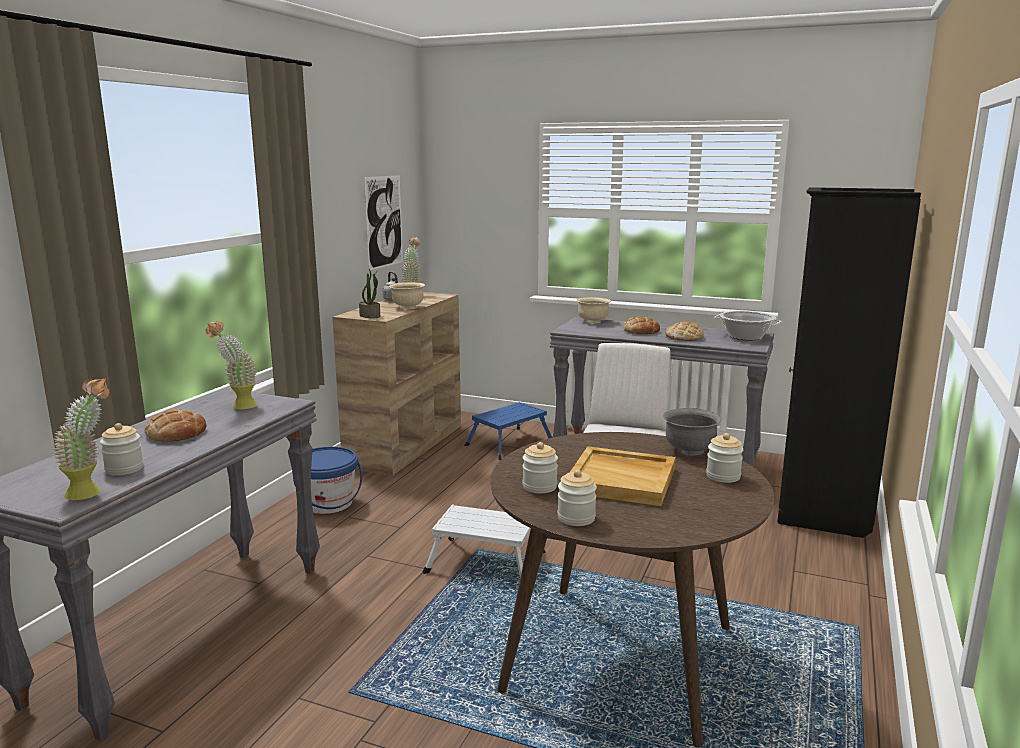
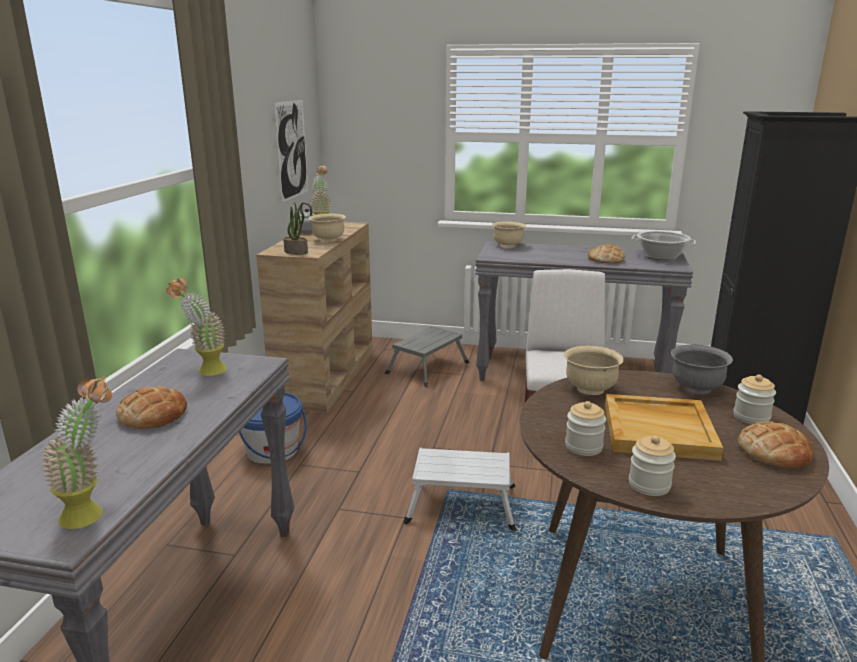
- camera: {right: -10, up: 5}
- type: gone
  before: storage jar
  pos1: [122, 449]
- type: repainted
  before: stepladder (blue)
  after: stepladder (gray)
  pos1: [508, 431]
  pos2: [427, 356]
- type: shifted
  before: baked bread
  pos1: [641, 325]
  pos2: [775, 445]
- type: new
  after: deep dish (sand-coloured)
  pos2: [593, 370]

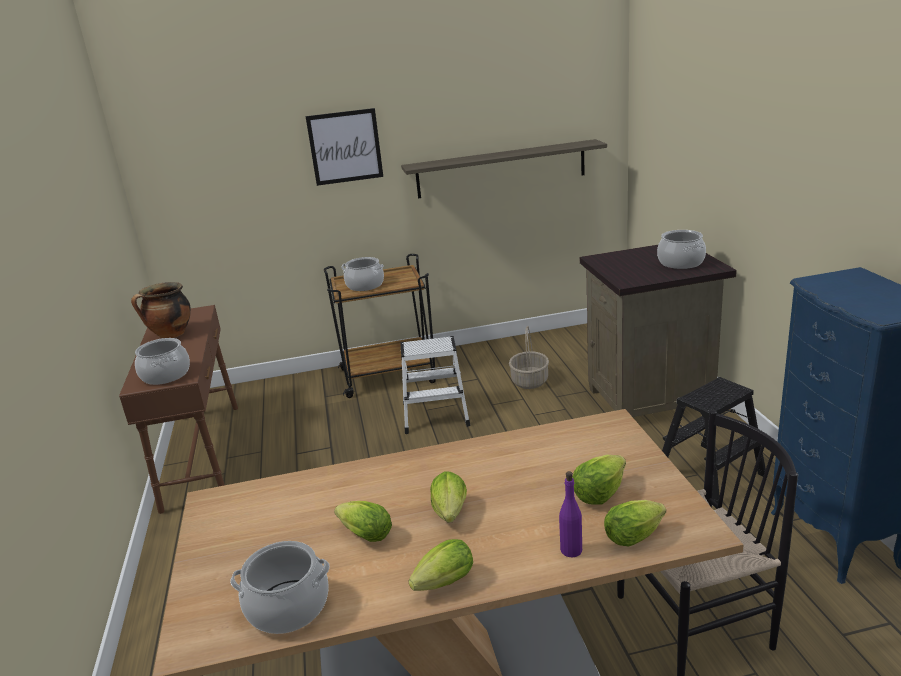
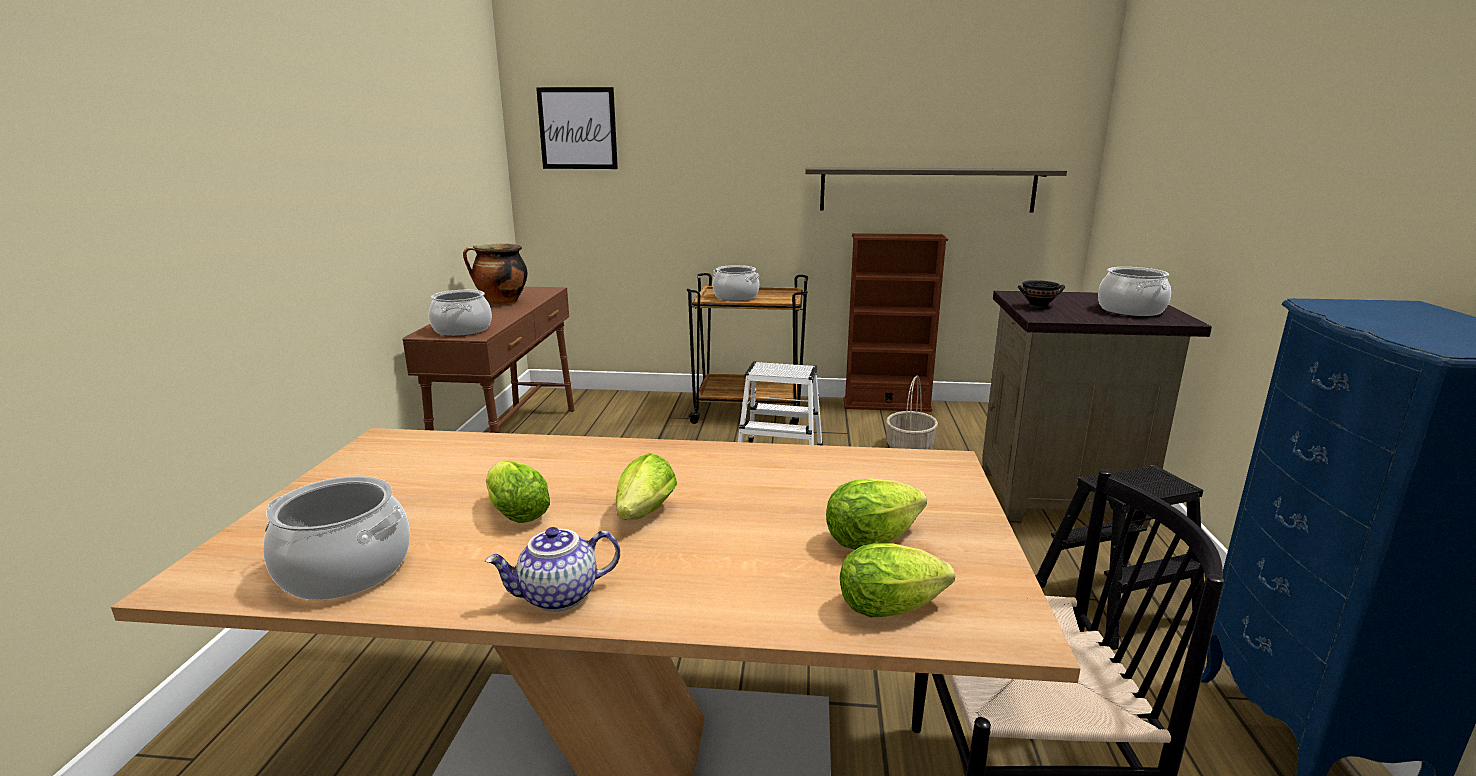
- camera: {right: 15, up: -5}
- type: shifted
  before: wall art
  pos1: [344, 147]
  pos2: [577, 128]
- type: swapped
  before: lettuce head
  after: pot for tea
  pos1: [441, 565]
  pos2: [552, 569]
- type: gone
  before: beverage bottle (purple)
  pos1: [570, 514]
- type: new
  after: bookshelf (brown-coloured)
  pos2: [896, 322]
- type: new
  after: deep dish (black-coloured)
  pos2: [1041, 294]

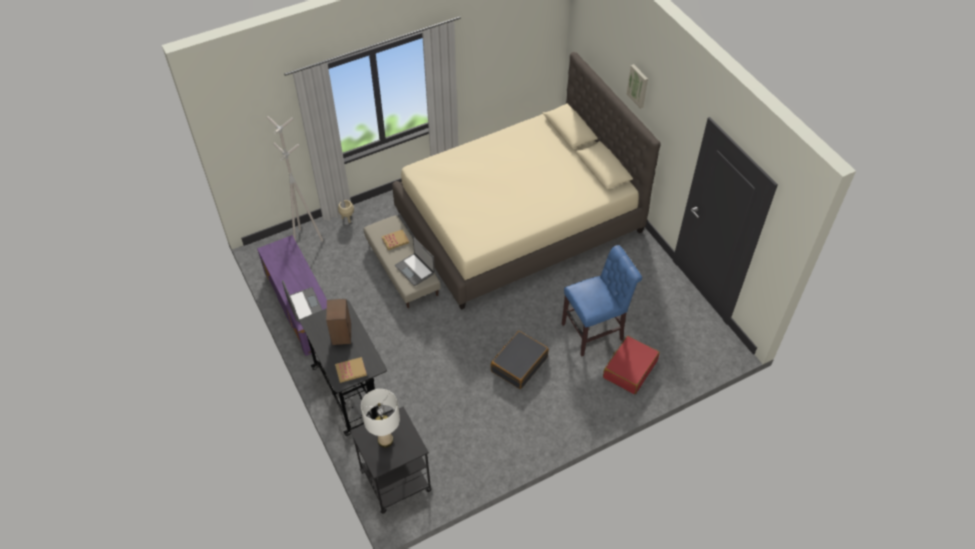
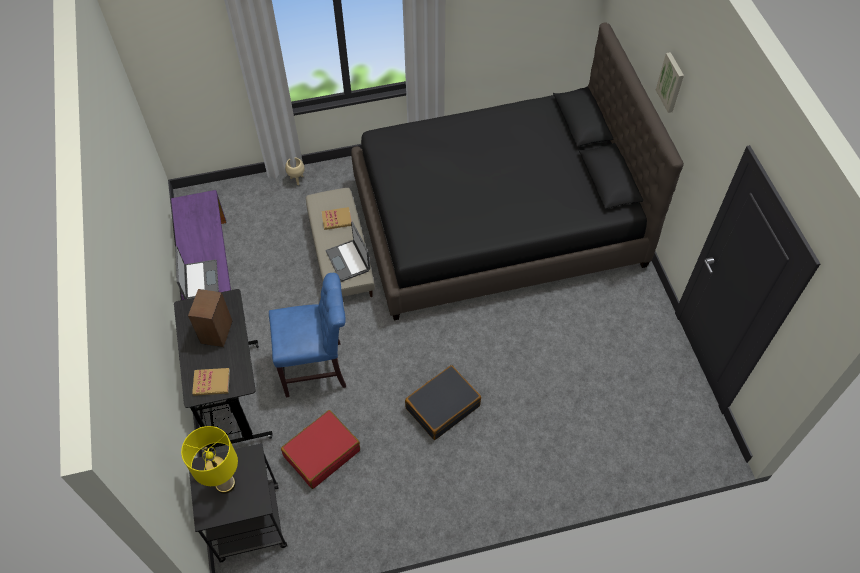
- camera: {right: 15, up: 5}
- type: gone
  before: garment rack (gray)
  pos1: [294, 178]
- type: repainted
  before: table lamp (white-coloured)
  after: table lamp (yellowish)
  pos1: [380, 418]
  pos2: [209, 460]
- type: repainted
  before: bedroom bed (sand-coloured)
  after: bedroom bed (black-coloured)
  pos1: [527, 181]
  pos2: [517, 171]
- type: shifted
  before: chair (blue)
  pos1: [602, 301]
  pos2: [307, 335]
- type: shifted
  before: travel case (red)
  pos1: [631, 365]
  pos2: [320, 449]

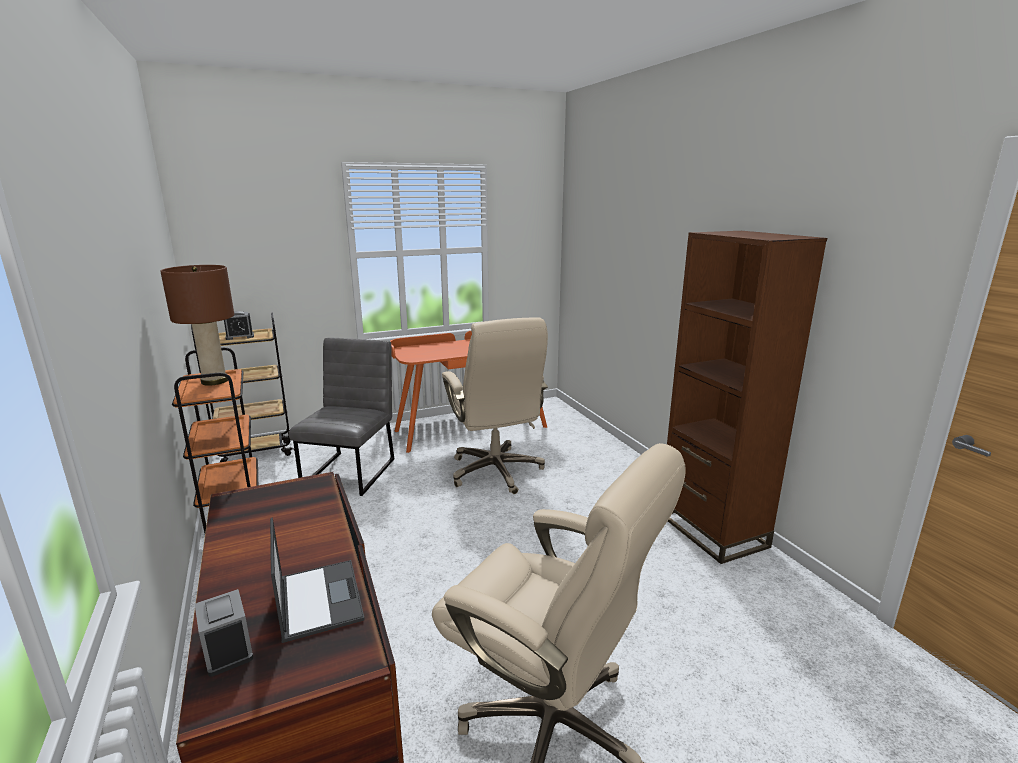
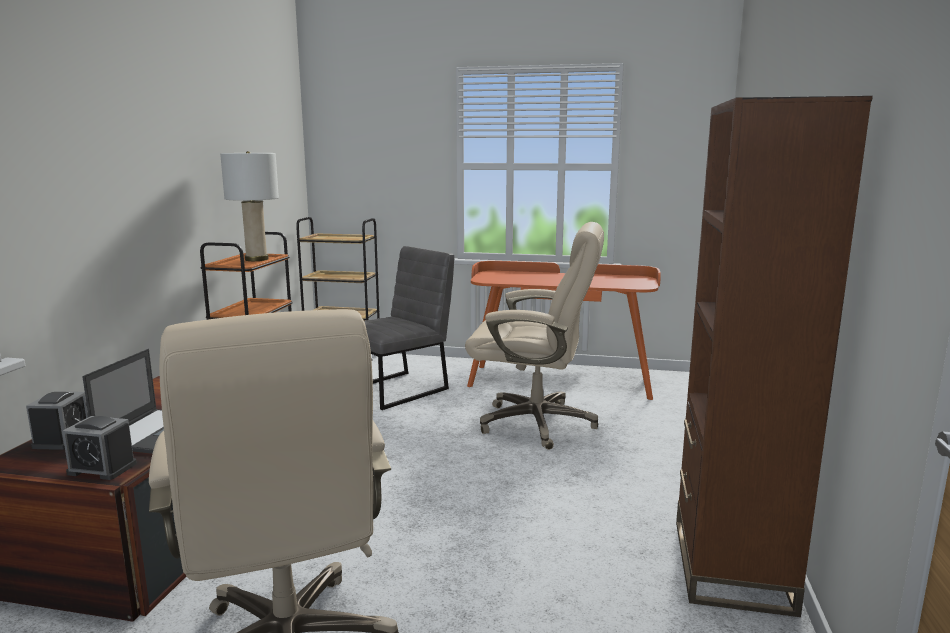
- camera: {right: 35, up: -5}
- type: repainted
  before: table lamp (brown-coloured)
  after: table lamp (white-coloured)
  pos1: [197, 325]
  pos2: [249, 206]
- type: shifted
  before: bedside clock
  pos1: [239, 325]
  pos2: [99, 448]
- type: rotated
  before: desk chair (sand-coloured)
  pos1: [495, 405]
  pos2: [534, 336]
  turn: -90

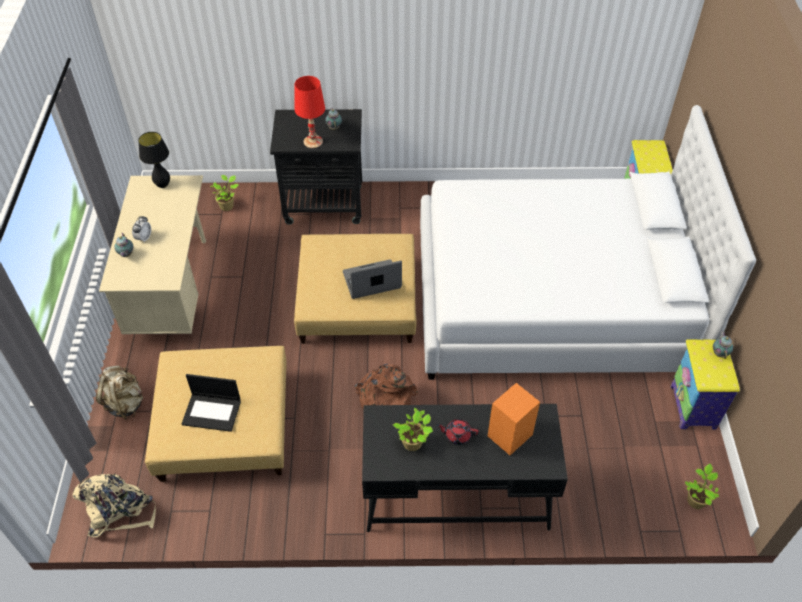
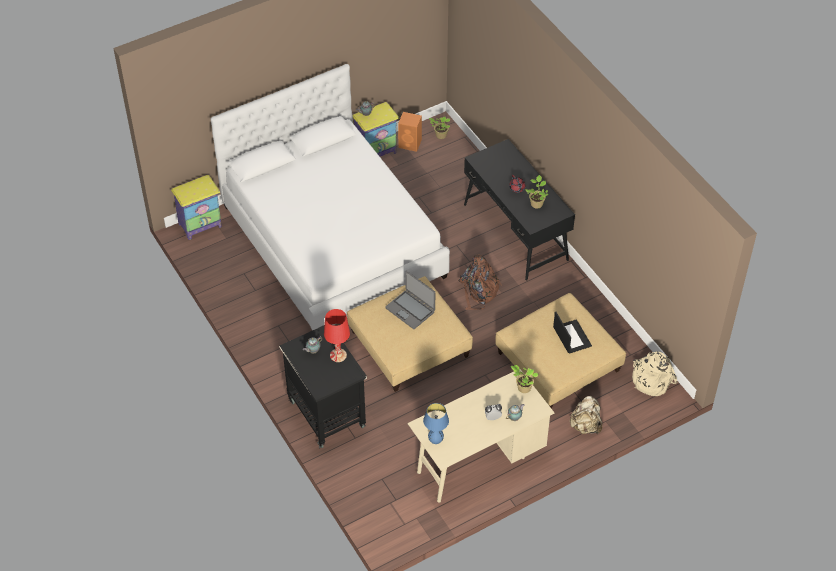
- camera: {right: -120, up: 0}
- type: repainted
  before: table lamp (black-coloured)
  after: table lamp (blue)
  pos1: [154, 160]
  pos2: [436, 423]
- type: shifted
  before: potted plant
  pos1: [224, 193]
  pos2: [524, 379]
- type: shifted
  before: speaker (orange)
  pos1: [514, 419]
  pos2: [410, 132]

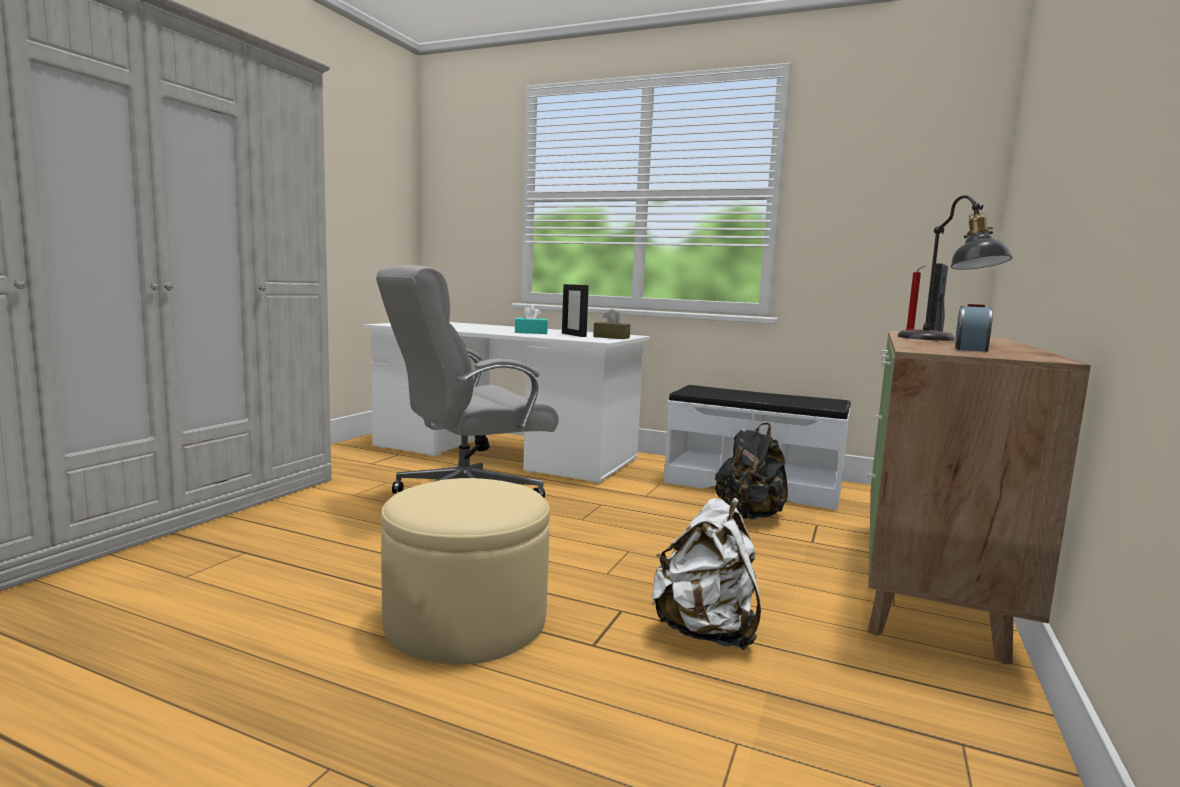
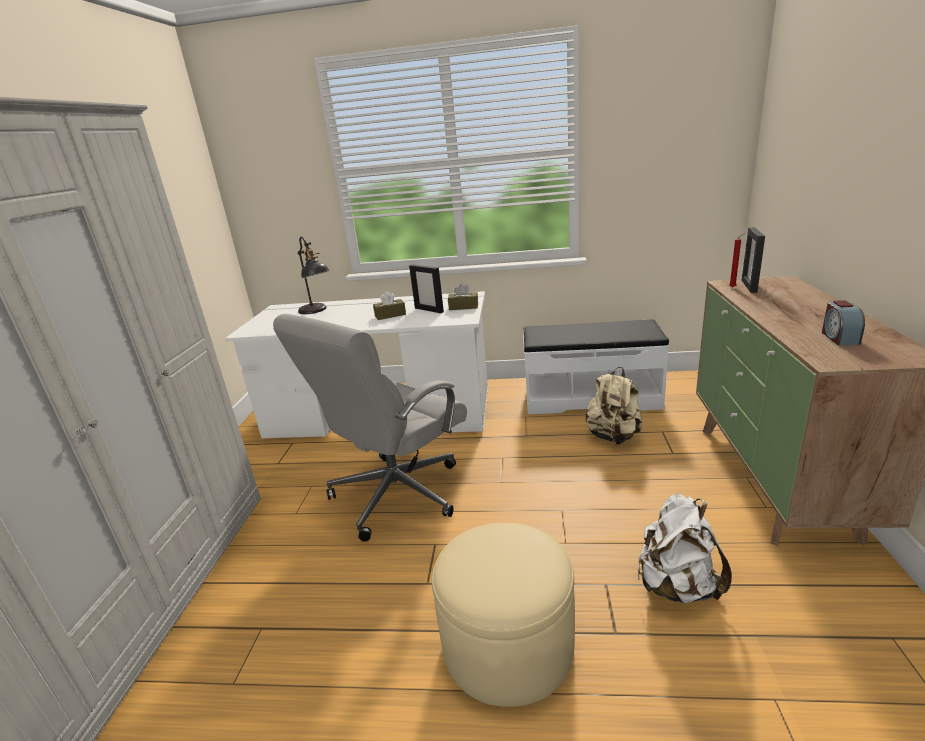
- camera: {right: -15, up: 15}
- type: repainted
  before: tissue holder (turquoise)
  after: tissue holder (brown-coloured)
  pos1: [531, 319]
  pos2: [389, 305]
- type: repainted
  before: rucksack (black-coloured)
  after: rucksack (sand-coloured)
  pos1: [751, 471]
  pos2: [614, 406]
- type: shifted
  before: table lamp (gray)
  pos1: [955, 268]
  pos2: [313, 275]

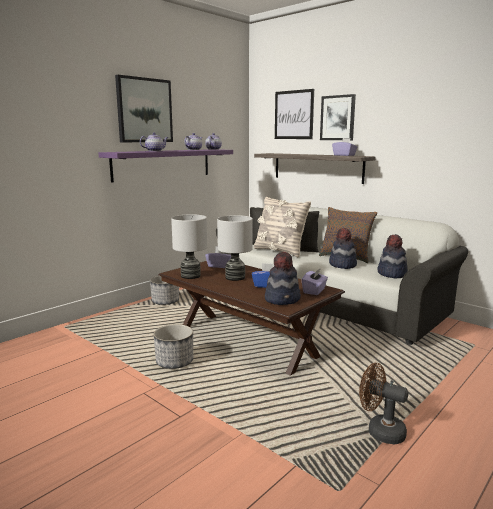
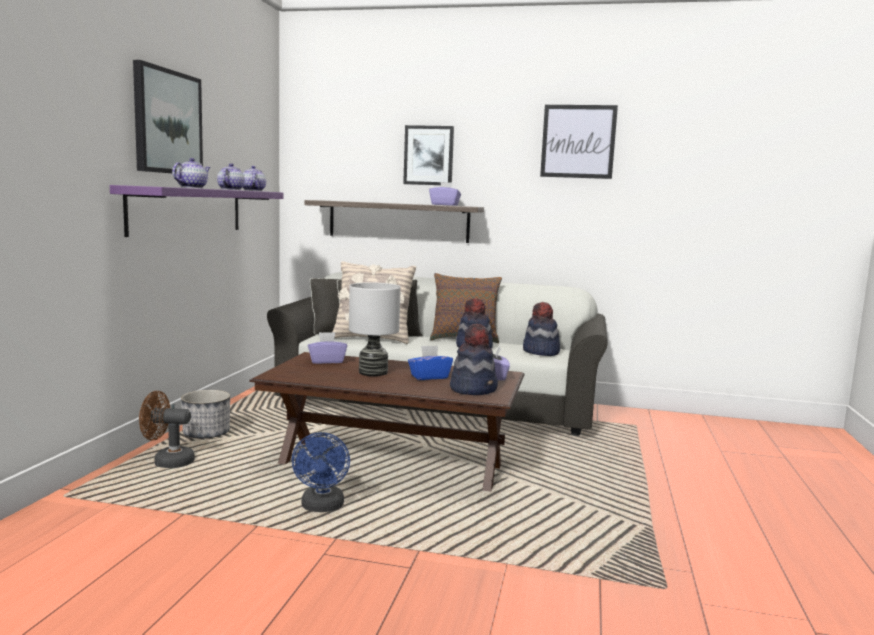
- camera: {right: -30, up: -5}
- type: swapped
  before: planter
  after: electric fan (blue)
  pos1: [173, 346]
  pos2: [321, 472]
- type: gone
  before: table lamp (gray)
  pos1: [189, 246]
- type: shifted
  before: wall art
  pos1: [294, 114]
  pos2: [579, 142]
- type: shifted
  before: electric fan (brown-coloured)
  pos1: [383, 403]
  pos2: [167, 429]

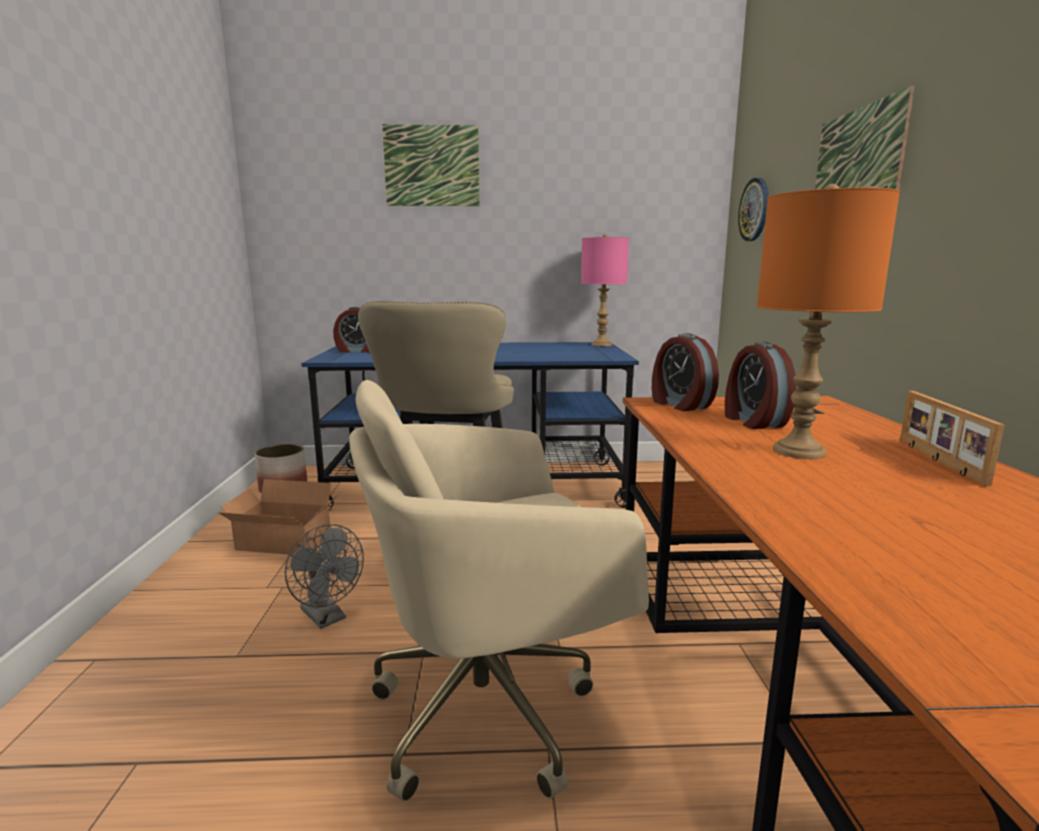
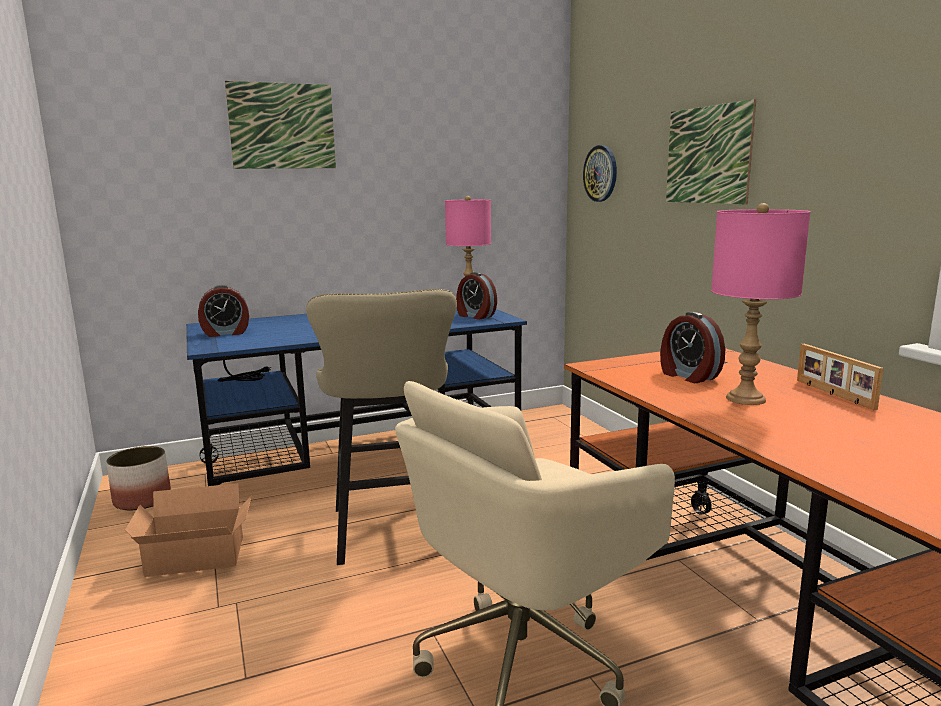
- camera: {right: -20, up: 0}
- type: gone
  before: electric fan (gray)
  pos1: [324, 576]
- type: shifted
  before: bedside clock
  pos1: [685, 372]
  pos2: [476, 295]
- type: repainted
  before: table lamp (orange)
  after: table lamp (pink-coloured)
  pos1: [828, 321]
  pos2: [761, 304]

